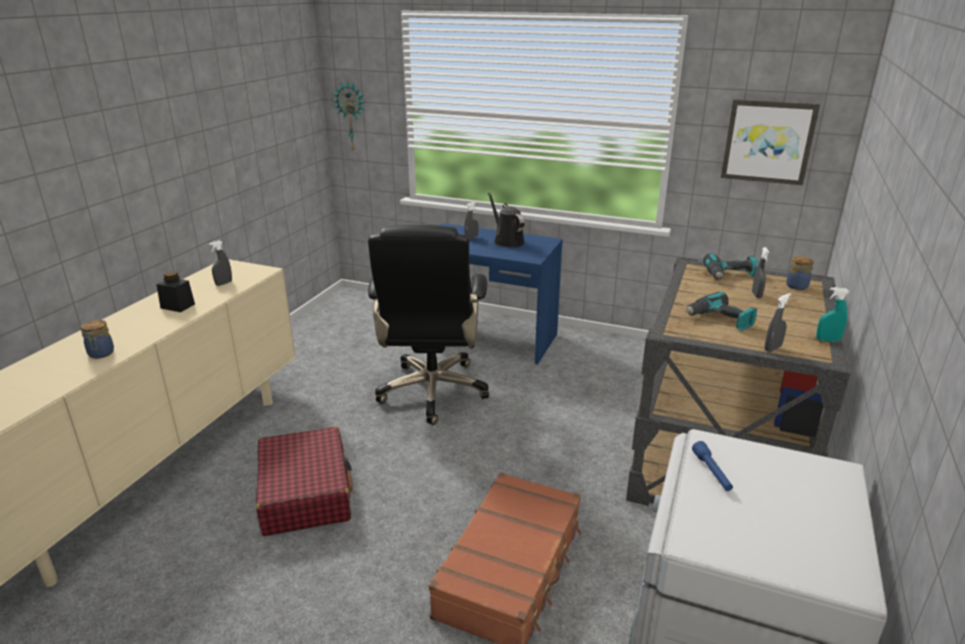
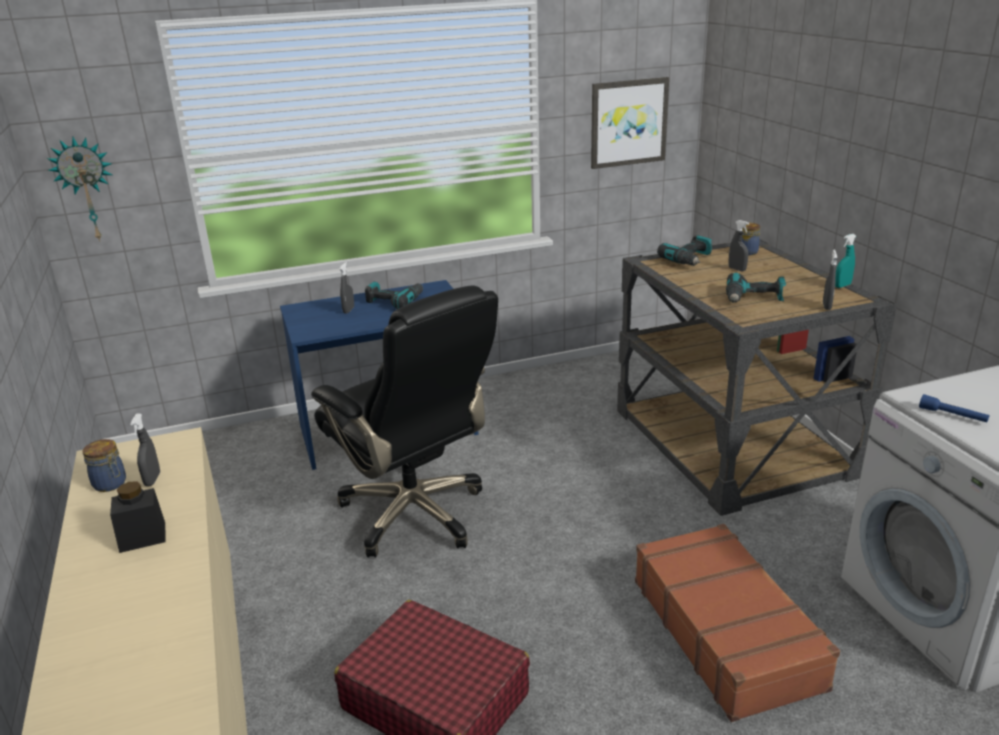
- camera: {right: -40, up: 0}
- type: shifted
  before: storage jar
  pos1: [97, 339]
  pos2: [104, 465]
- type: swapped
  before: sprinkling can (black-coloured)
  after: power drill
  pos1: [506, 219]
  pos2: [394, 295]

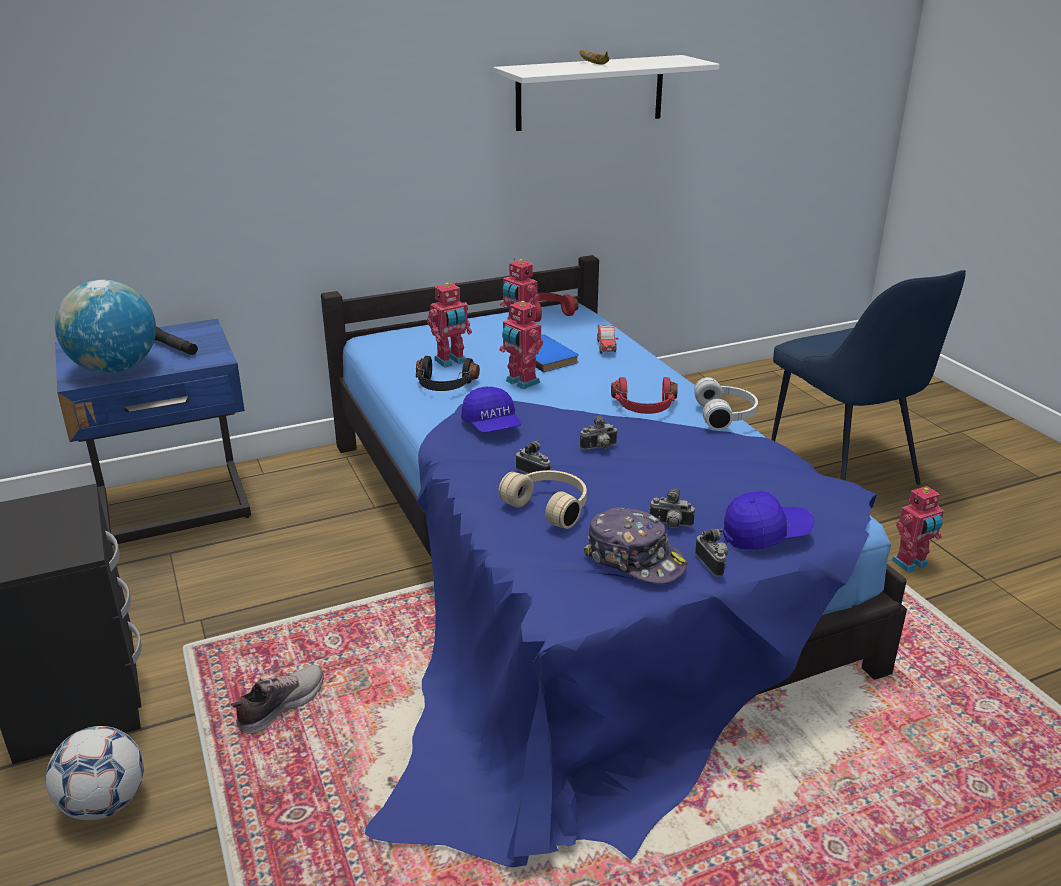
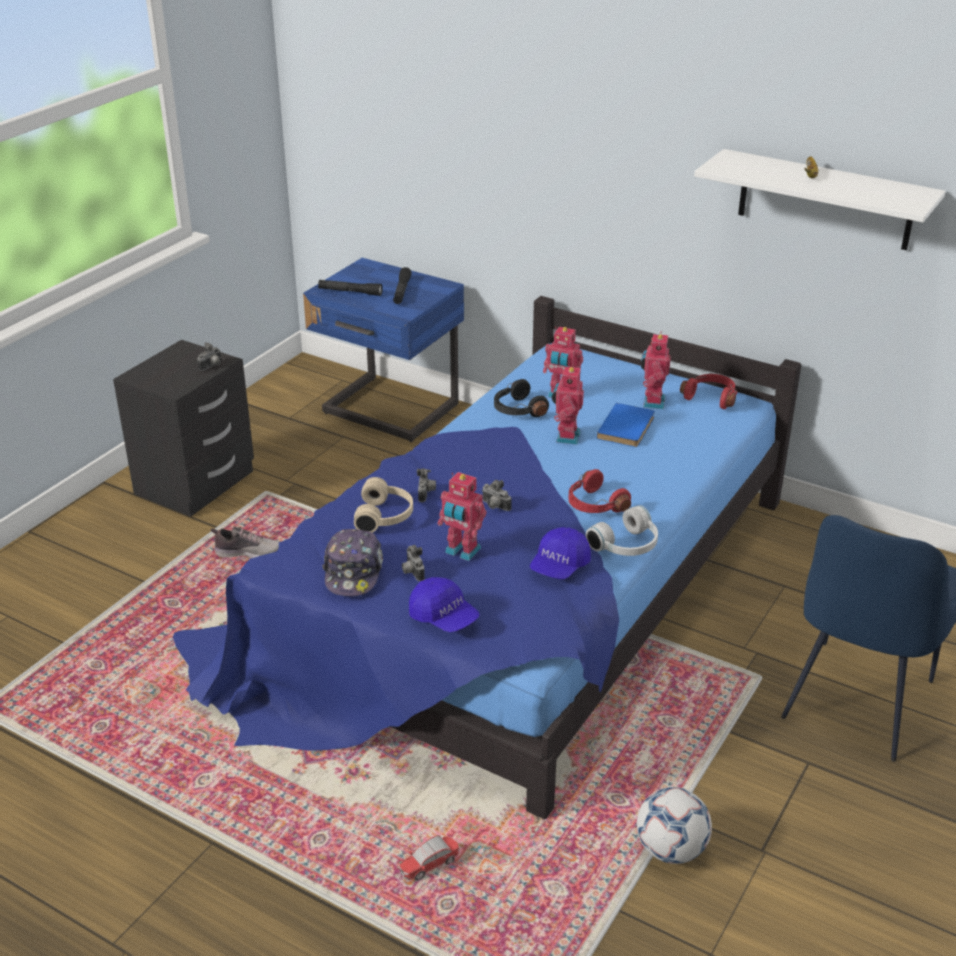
- camera: {right: 55, up: 5}
- type: shifted
  before: ball for football
  pos1: [95, 773]
  pos2: [674, 825]
- type: swapped
  before: desk globe
  after: hand torch (black-coloured)
  pos1: [105, 326]
  pos2: [350, 288]
- type: shifted
  before: baseball cap (blue)
  pos1: [491, 409]
  pos2: [560, 553]
- type: shifted
  before: miniature car
  pos1: [607, 339]
  pos2: [429, 858]
- type: shifted
  before: photo camera
  pos1: [711, 553]
  pos2: [209, 356]
- type: shifted
  before: model robot
  pos1: [918, 529]
  pos2: [462, 516]

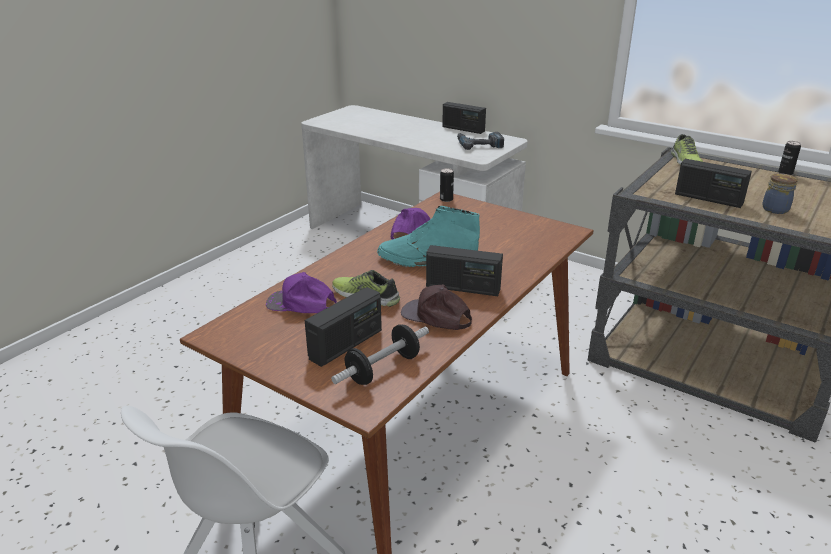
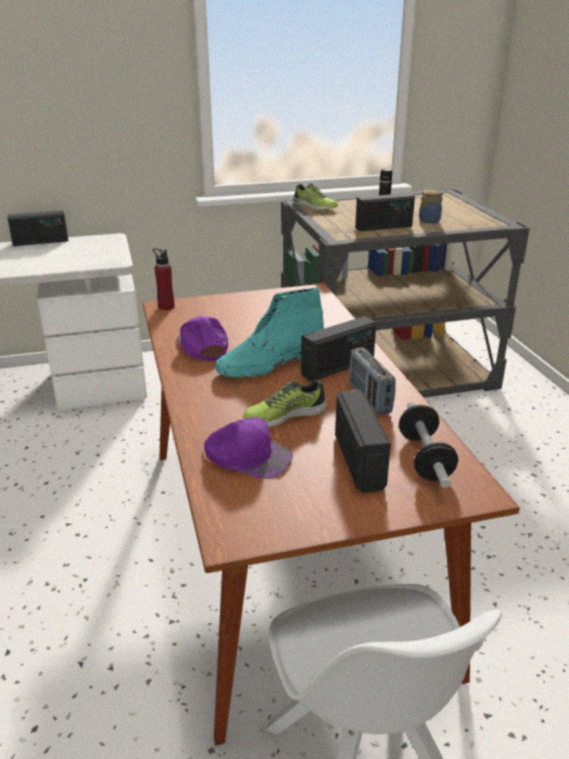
- camera: {right: -50, up: 0}
- type: rotated
  before: baseball cap (purple)
  pos1: [301, 292]
  pos2: [248, 448]
  turn: -120
- type: swapped
  before: baseball cap (brown-coloured)
  after: radio receiver
  pos1: [436, 307]
  pos2: [372, 381]
- type: swapped
  before: metal can
  after: beverage bottle (red)
  pos1: [447, 185]
  pos2: [164, 279]
- type: gone
  before: power drill
  pos1: [480, 141]

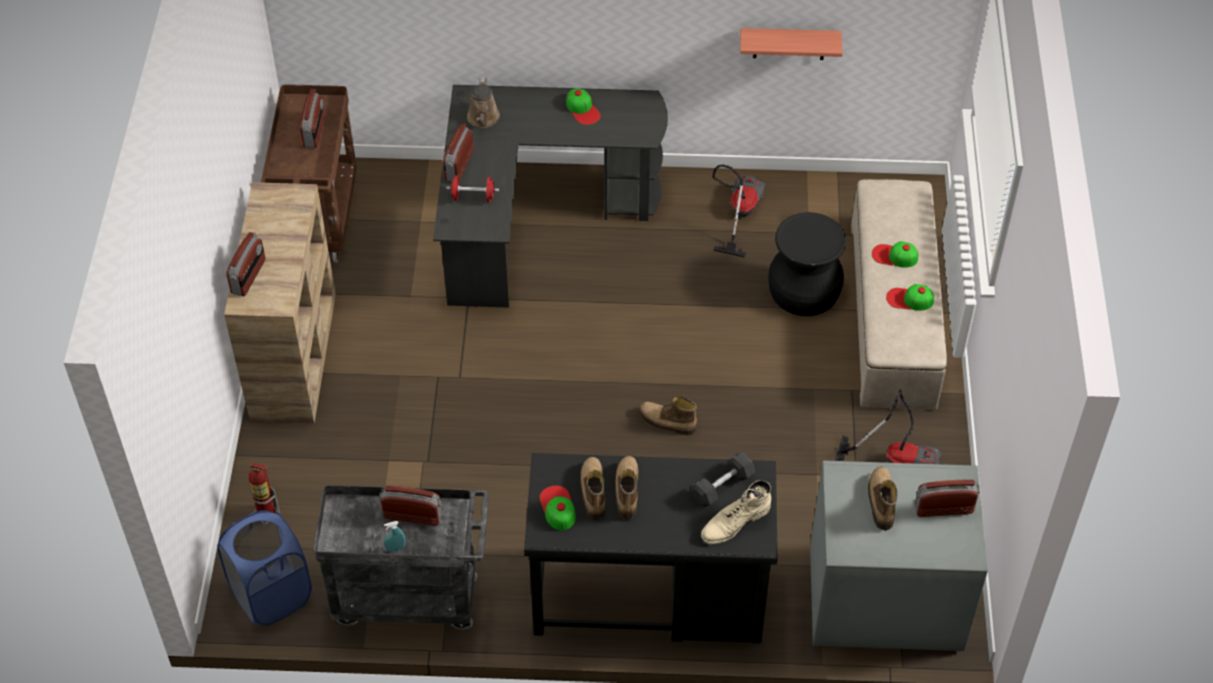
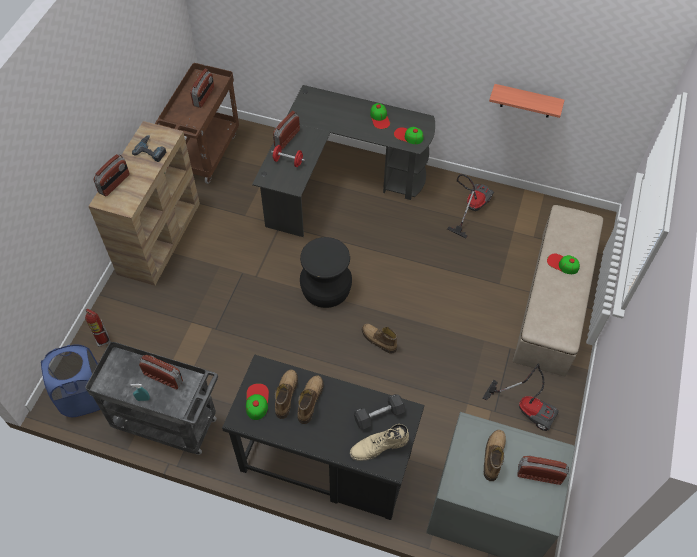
- camera: {right: 15, up: 5}
- type: gone
  before: sprinkling can (brown-coloured)
  pos1: [483, 102]
- type: shifted
  before: stool (black-coloured)
  pos1: [807, 264]
  pos2: [326, 272]
- type: shifted
  before: baseball cap
  pos1: [910, 297]
  pos2: [409, 135]
- type: new
  after: power drill
  pos2: [149, 148]

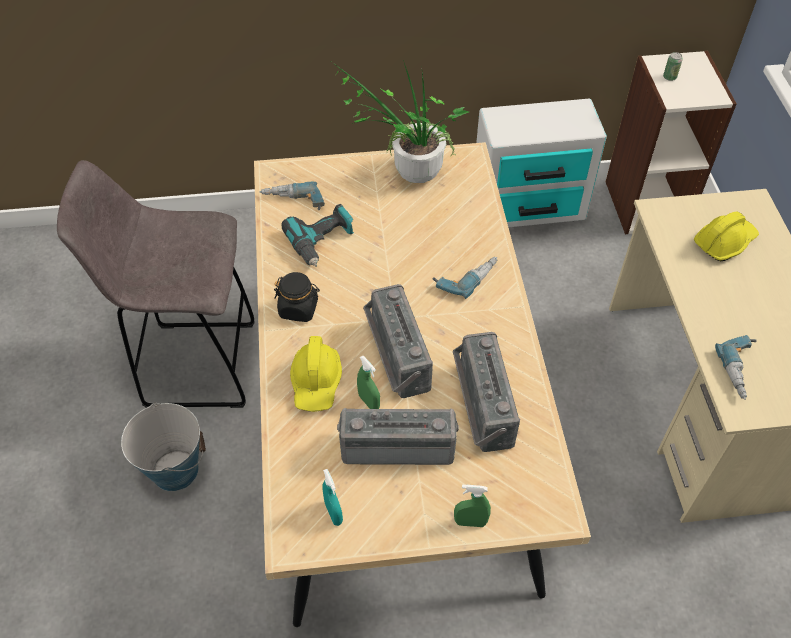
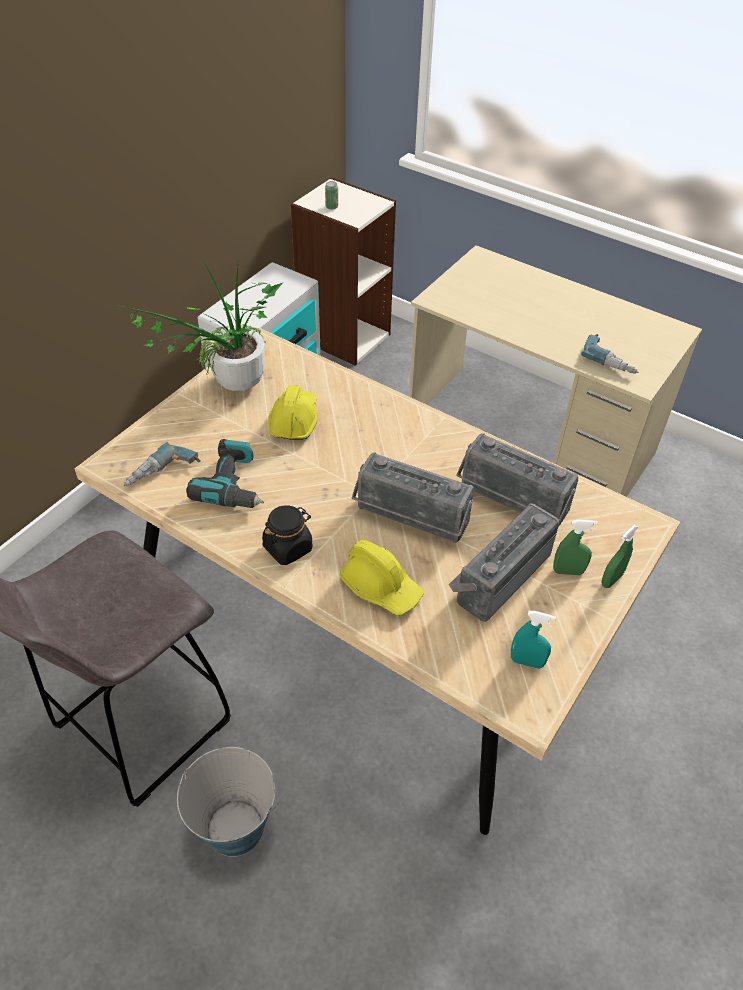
- camera: {right: -50, up: -5}
- type: shifted
  before: spray bottle (greenish)
  pos1: [368, 382]
  pos2: [575, 547]
- type: gone
  before: power drill
  pos1: [465, 278]
- type: shifted
  before: safety helmet (yellowish)
  pos1: [726, 236]
  pos2: [293, 412]

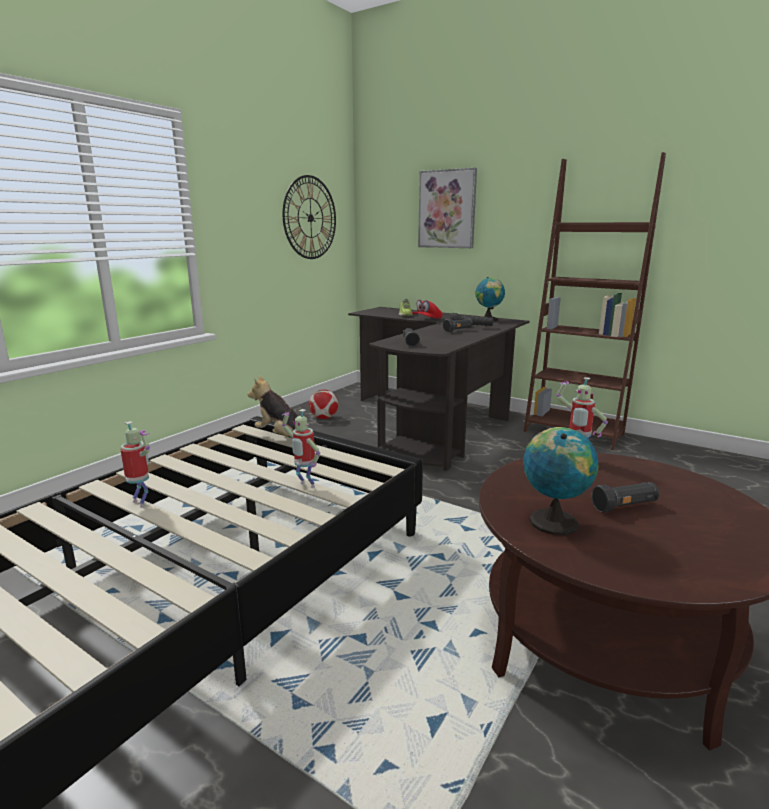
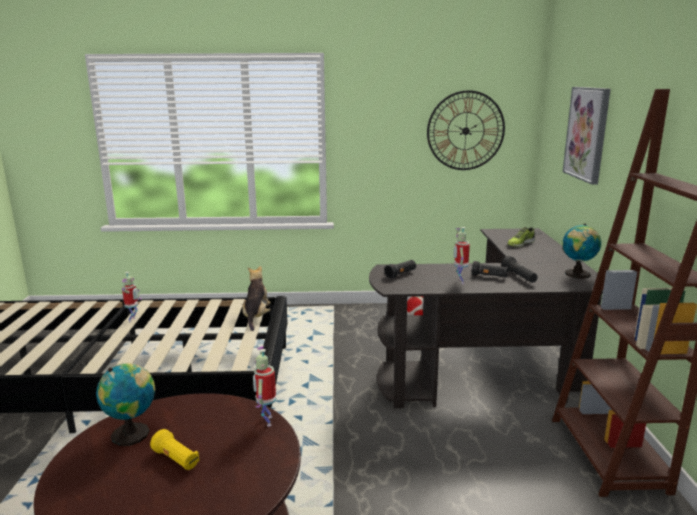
- camera: {right: 55, up: 0}
- type: shifted
  before: model robot
  pos1: [301, 448]
  pos2: [462, 255]
- type: gone
  before: baseball cap (red)
  pos1: [427, 309]
- type: repainted
  before: hand torch (black-coloured)
  after: hand torch (yellowish)
  pos1: [625, 497]
  pos2: [174, 449]

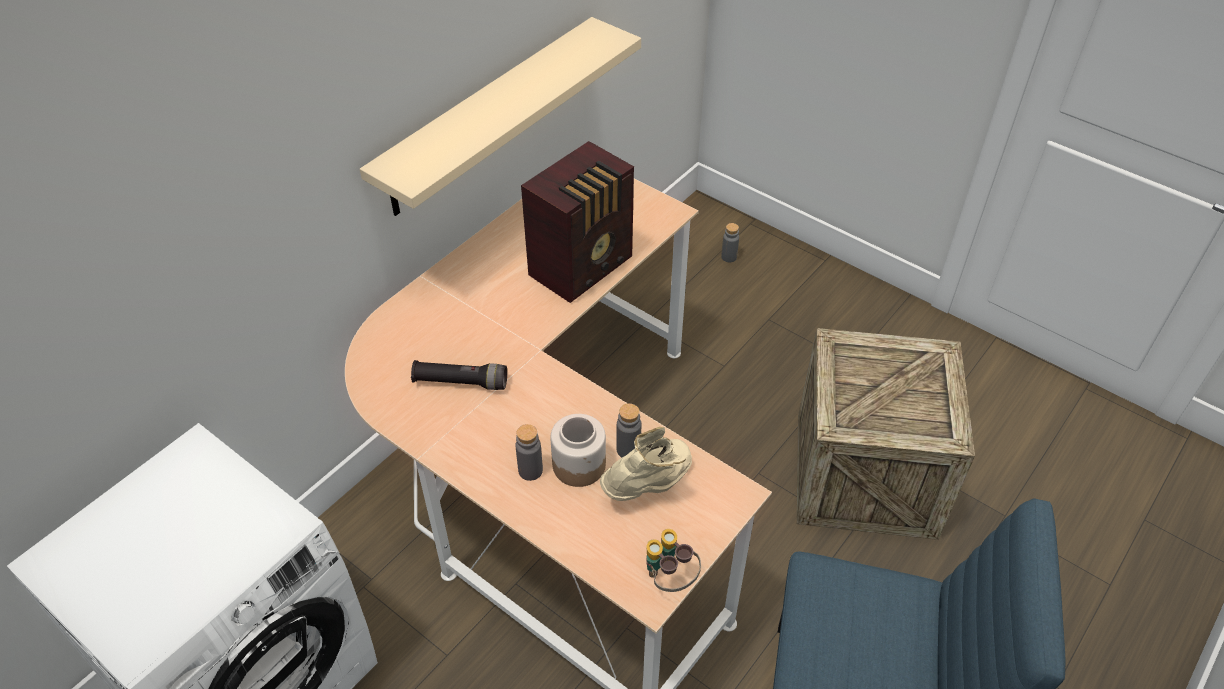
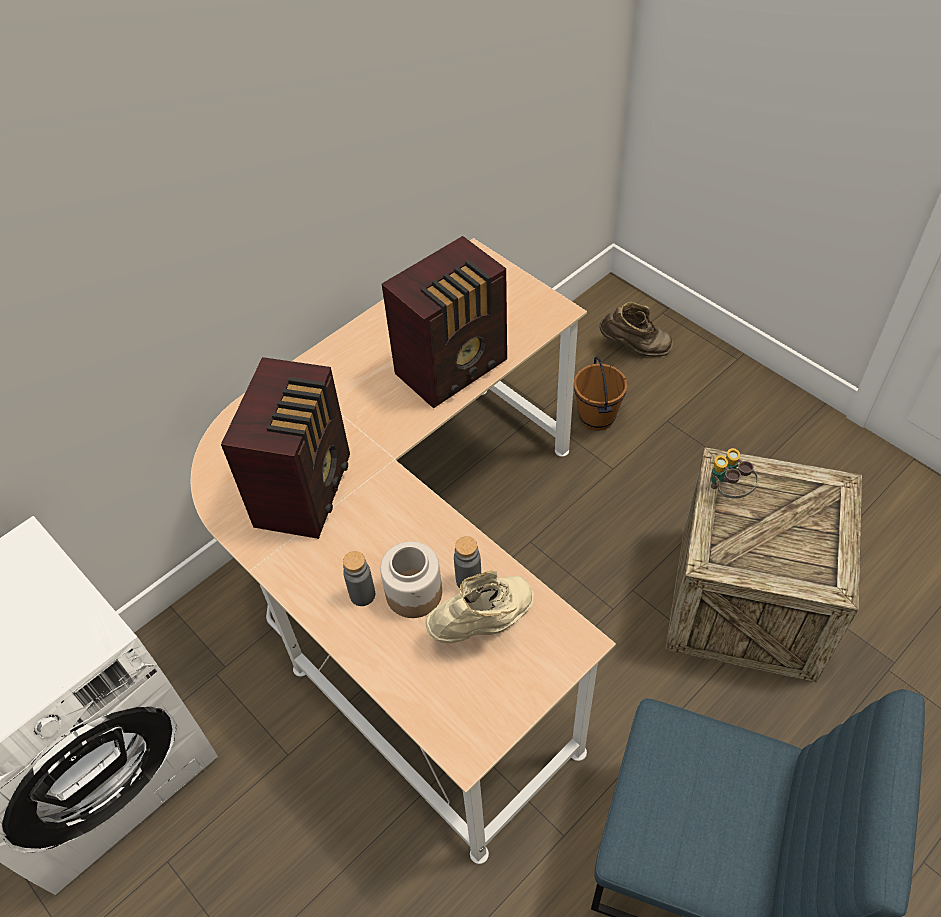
- camera: {right: 10, up: 5}
- type: gone
  before: wall shelf (sand-coloured)
  pos1: [500, 116]
- type: swapped
  before: hand torch (black-coloured)
  after: radio receiver
  pos1: [459, 375]
  pos2: [285, 448]
- type: shifted
  before: pair of binoculars
  pos1: [673, 560]
  pos2: [734, 473]
- type: swapped
  before: beverage bottle (gray)
  after: high-top boot (brown-coloured)
  pos1: [730, 242]
  pos2: [636, 329]
- type: new
  after: bucket (brown-coloured)
  pos2: [601, 394]

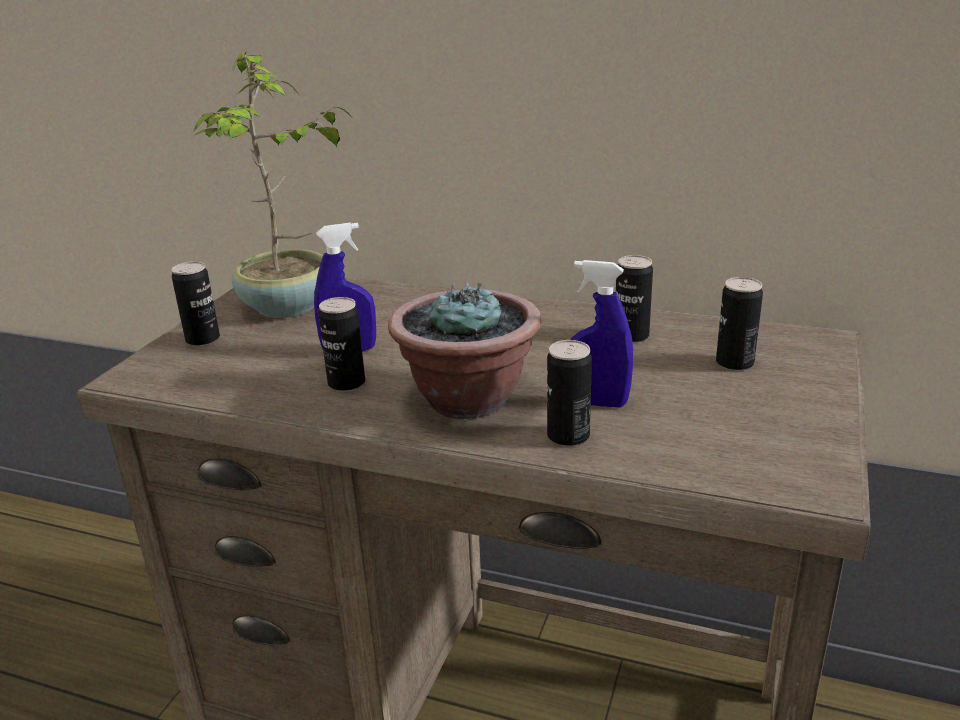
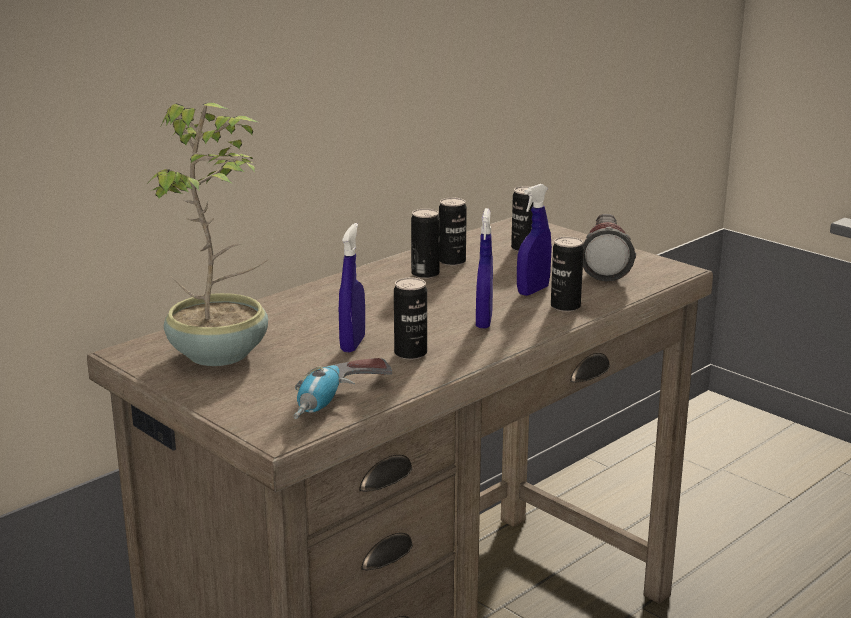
- camera: {right: -65, up: -5}
- type: shifted
  before: metal can
  pos1: [196, 303]
  pos2: [425, 243]
- type: swapped
  before: potted plant
  after: spray bottle (blue)
  pos1: [464, 350]
  pos2: [484, 268]
- type: new
  after: power drill
  pos2: [342, 388]
- type: new
  after: hand torch
  pos2: [609, 248]

